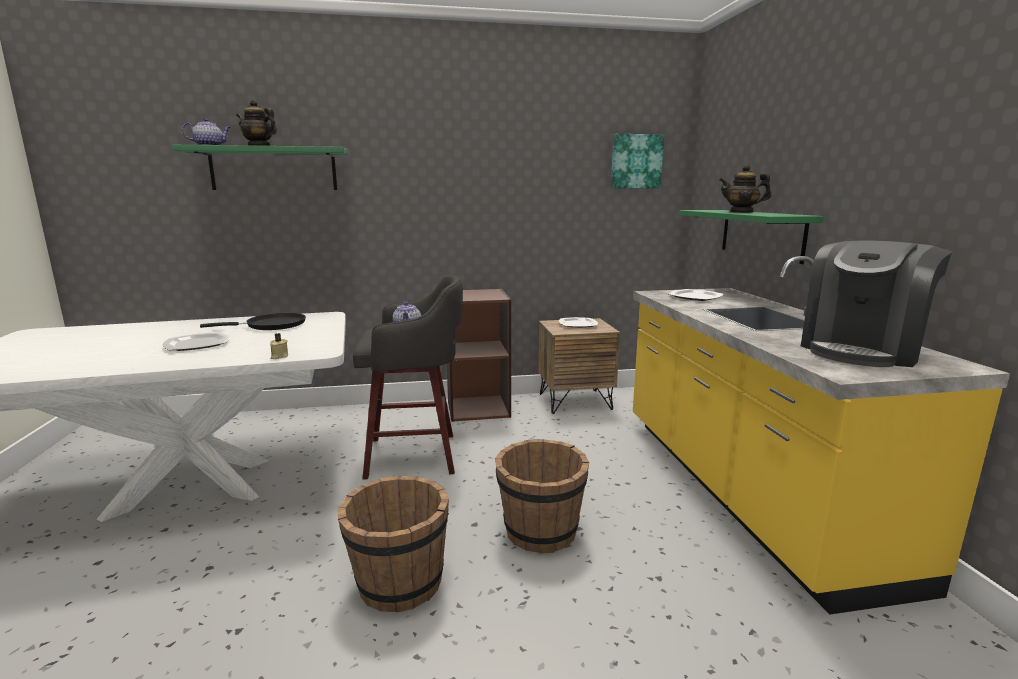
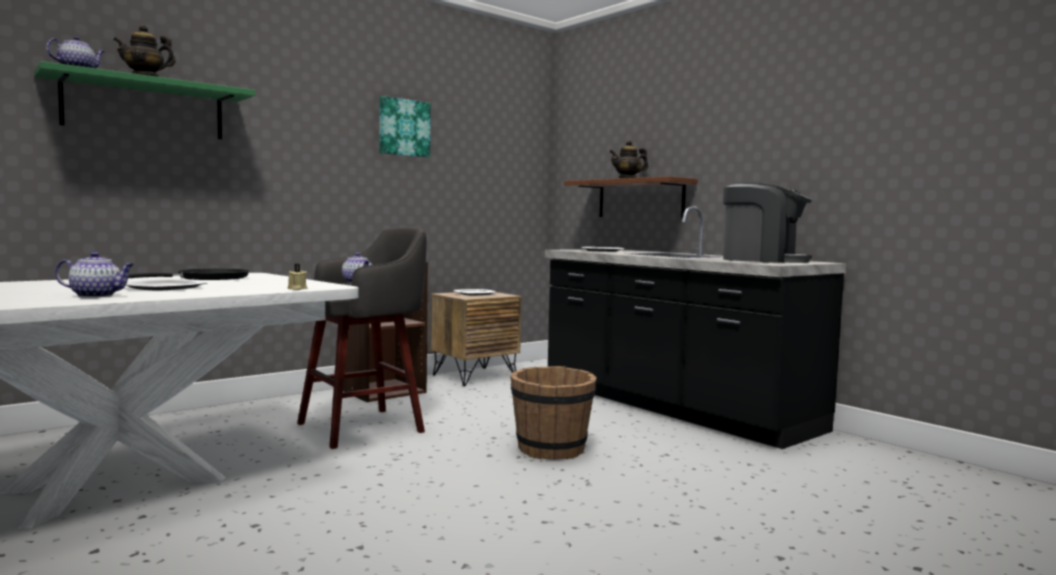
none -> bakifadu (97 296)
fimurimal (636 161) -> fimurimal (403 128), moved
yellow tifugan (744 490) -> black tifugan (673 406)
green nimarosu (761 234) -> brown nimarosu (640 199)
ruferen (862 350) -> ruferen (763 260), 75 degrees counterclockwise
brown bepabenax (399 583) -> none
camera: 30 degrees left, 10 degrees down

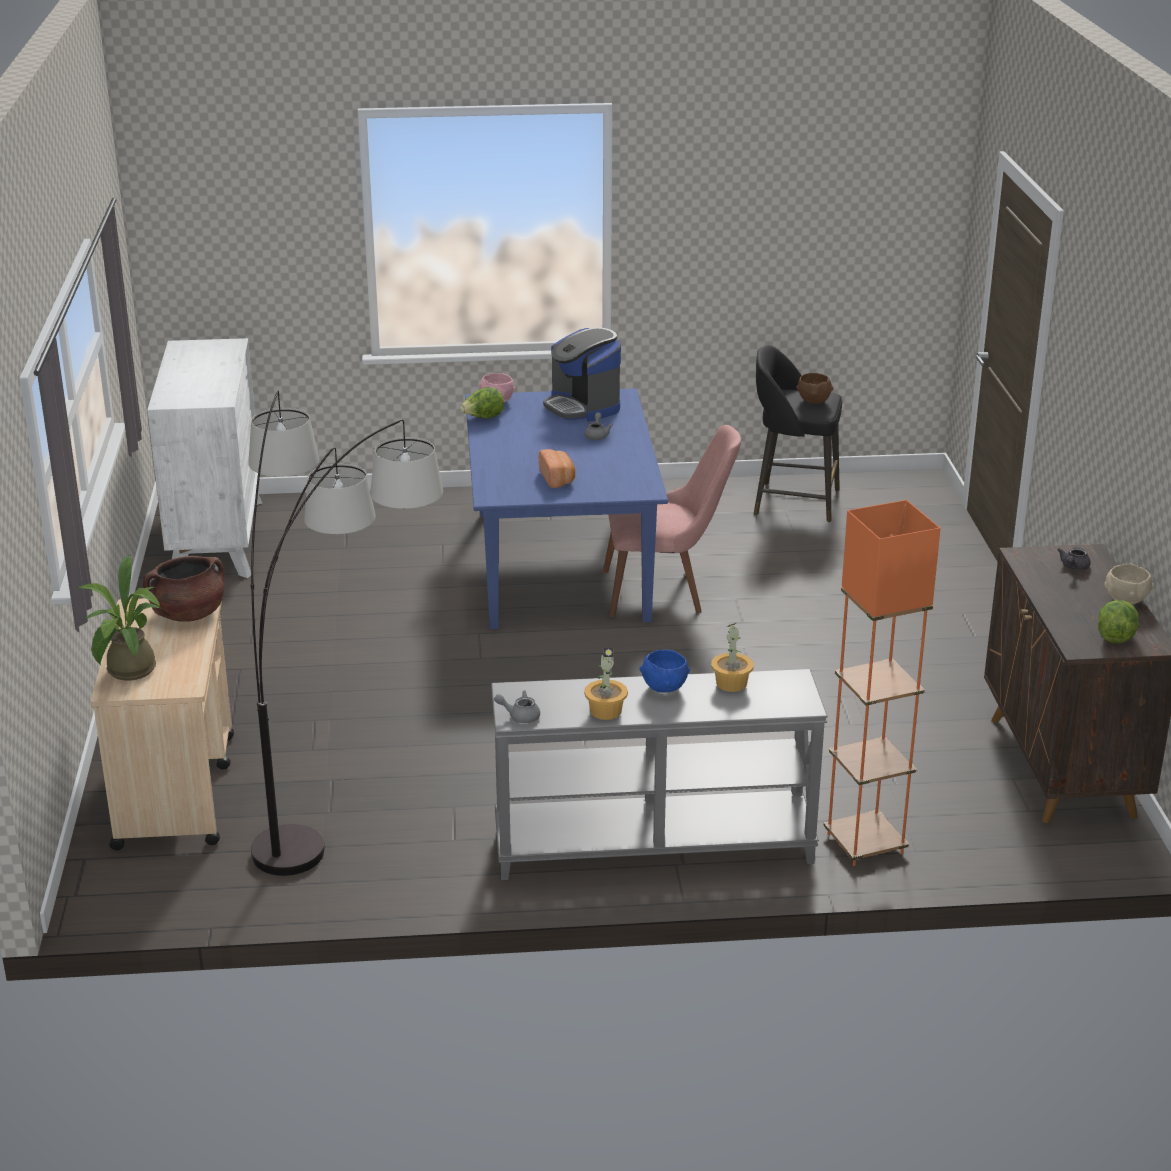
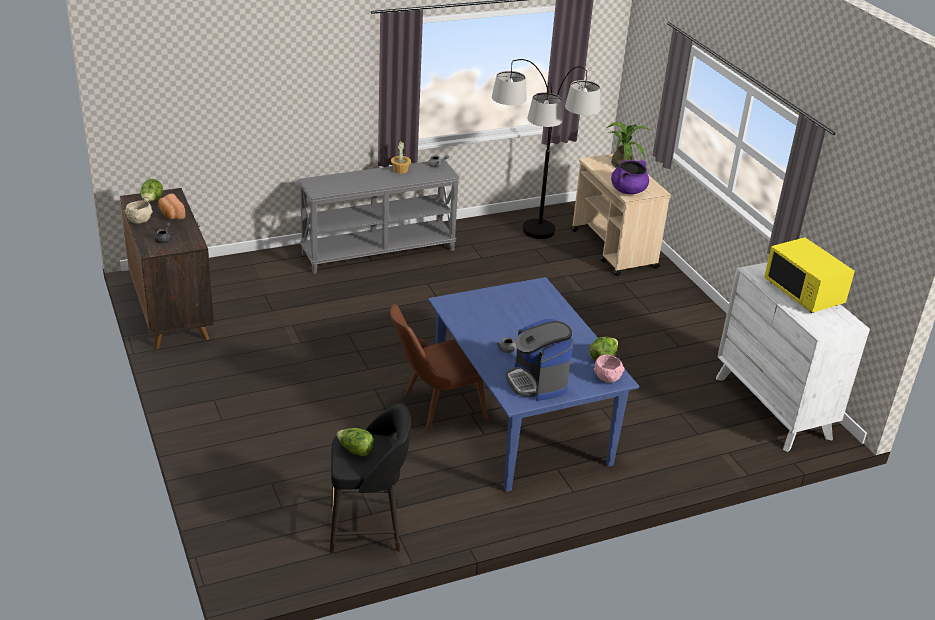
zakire (558 479) -> zakire (171 215), moved
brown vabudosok (813 401) -> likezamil (355 451)
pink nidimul (667 591) -> brown nidimul (435 408)
ruferen (583 407) -> ruferen (537 382), 150 degrees counterclockwise
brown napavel (188 614) -> purple napavel (628 190)
none -> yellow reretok (804 293)
blue vabudosok (664 688) -> none
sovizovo (731 684) -> none
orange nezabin (865 844) -> none
camera: 160 degrees right, 5 degrees up

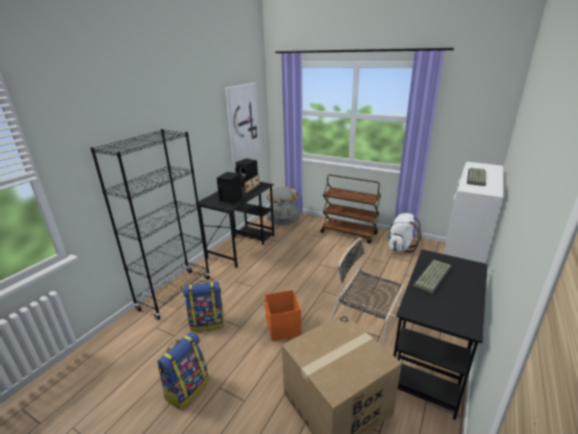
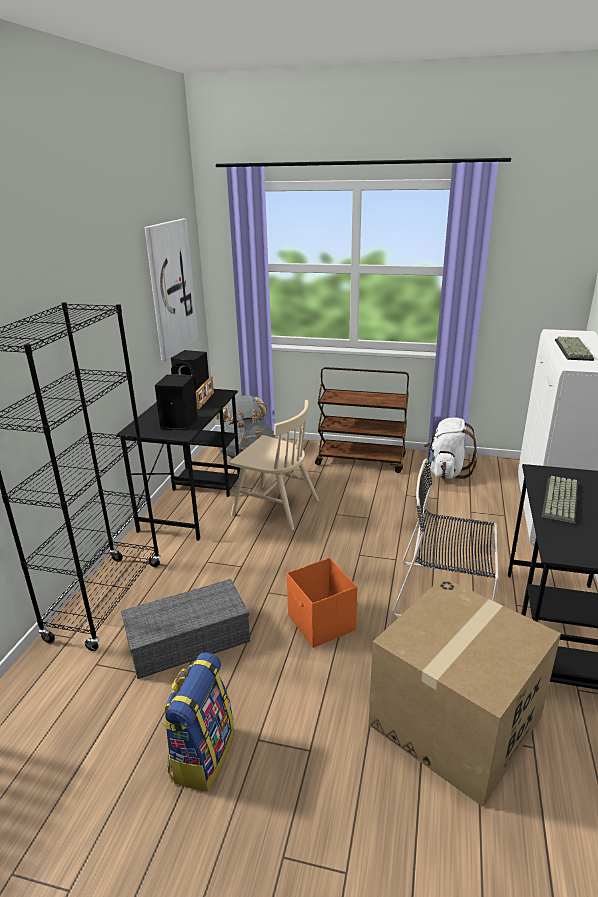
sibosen (208 323) -> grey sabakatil (189 639)
none -> beige nidimul (275 507)
camera: 15 degrees left, 0 degrees up

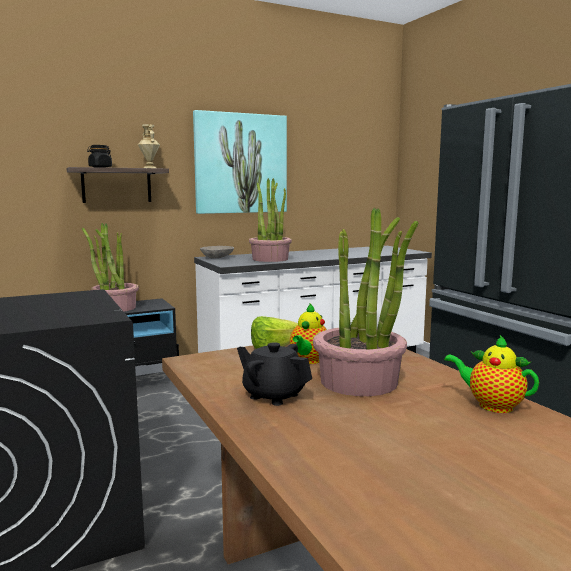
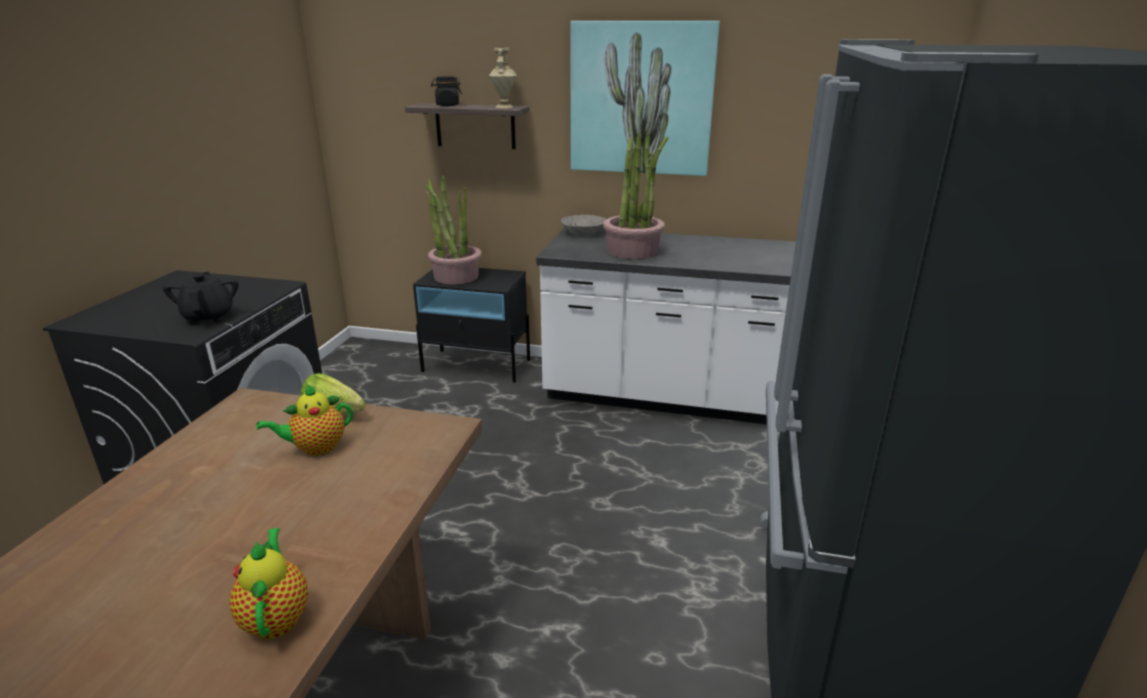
black bakifadu (273 395) -> black bakifadu (209 317), moved
sovizovo (359 382) -> none
camera: 40 degrees right, 15 degrees up

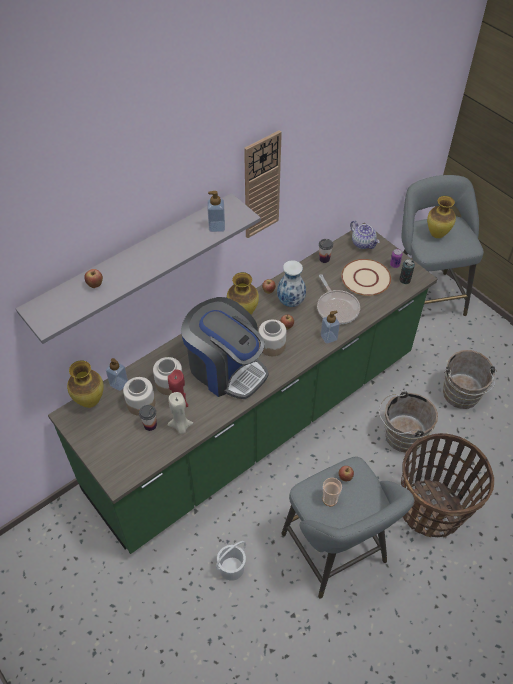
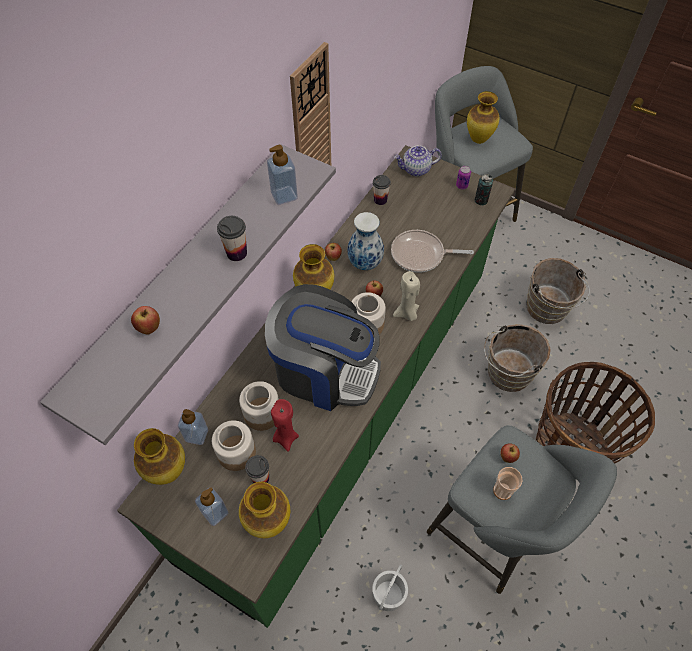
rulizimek (328 337) -> rulizimek (215 513), moved
none -> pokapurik (236 253)
none -> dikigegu (267 523)
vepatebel (336 307) -> vepatebel (421 255), 135 degrees clockwise
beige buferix (180 426) -> beige buferix (407 313), moved
bakifadu (363 243) -> bakifadu (416 169), 135 degrees clockwise
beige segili (365 278) -> none
camera: 20 degrees left, 5 degrees up

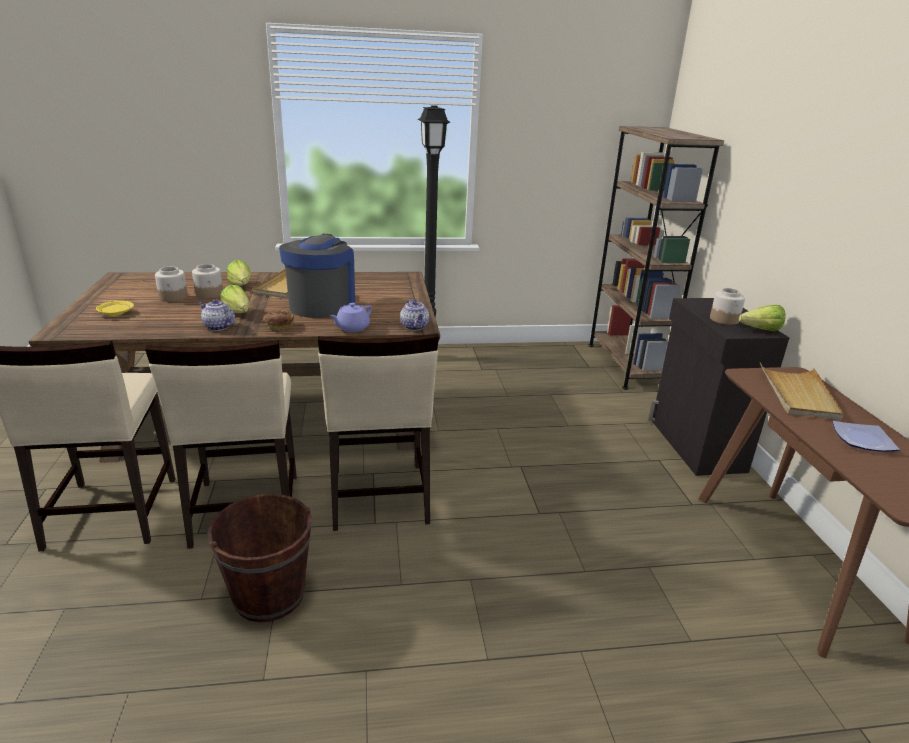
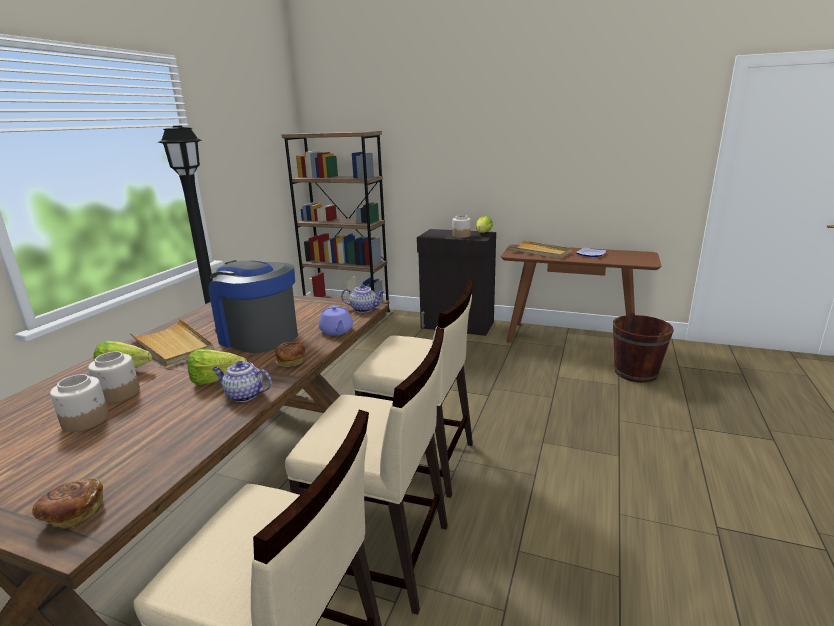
none -> zakire (73 514)
bakifadu (218 327) -> bakifadu (244 395), 45 degrees clockwise
brown bepabenax (269 595) -> brown bepabenax (635 373), moved
yellow segili (115 313) -> none
camera: 60 degrees left, 5 degrees down

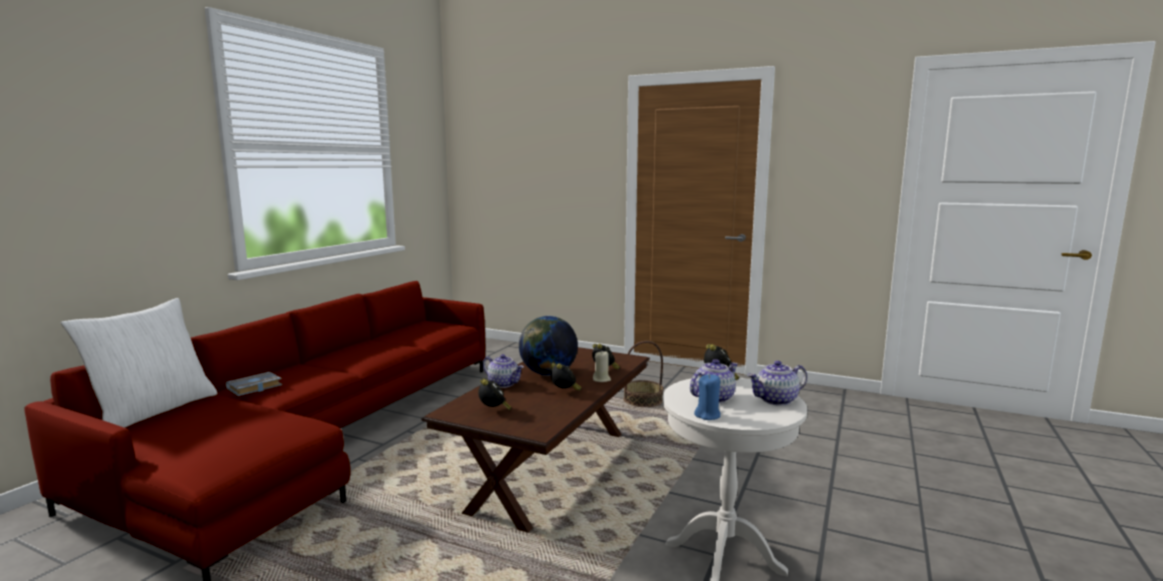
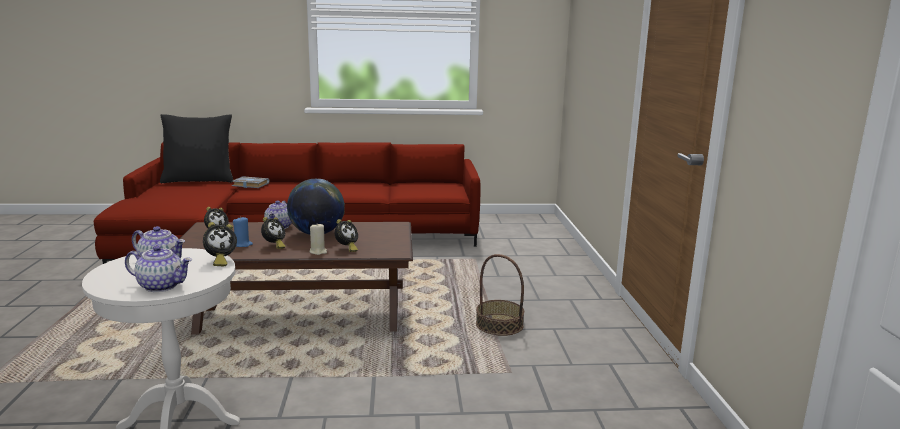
bakifadu (776 400) -> bakifadu (162 286), 150 degrees clockwise
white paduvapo (153 411) -> black paduvapo (199 180)
blue buferix (707 415) -> blue buferix (242 244), moved
camera: 60 degrees right, 5 degrees up

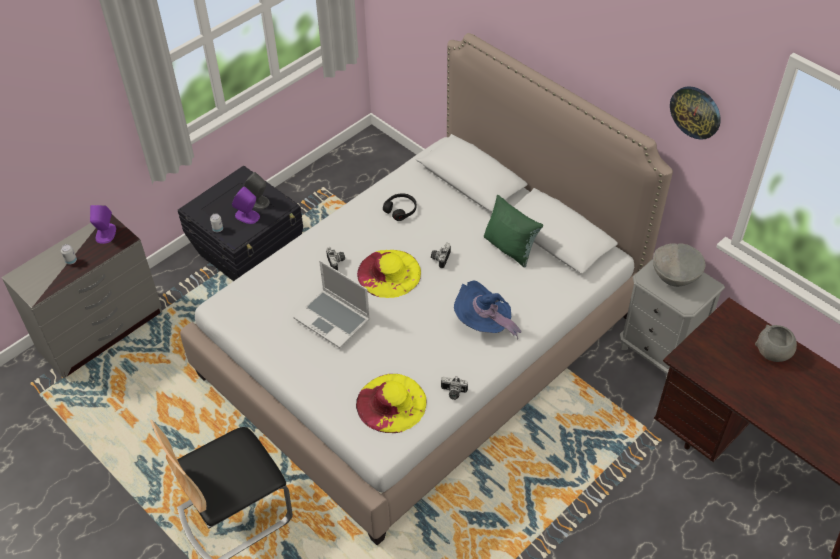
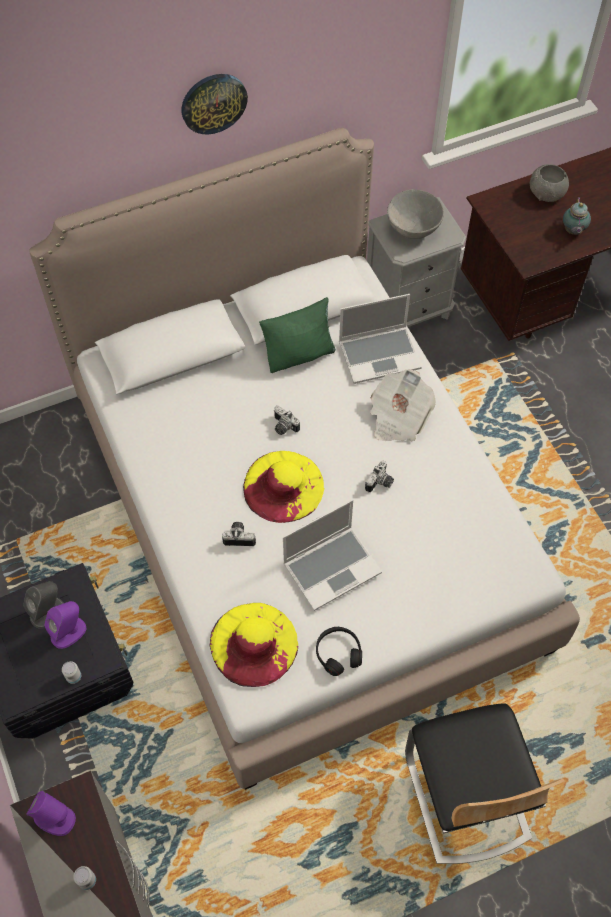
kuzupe (696 112) -> kuzupe (213 103), moved
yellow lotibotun (391 403) -> yellow lotibotun (253 644), moved
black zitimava (400 210) -> black zitimava (338 653), moved
none -> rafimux (380 354)
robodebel (453 393) -> robodebel (380 483), moved
blue lotibotun (484 323) -> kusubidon (398 417)
none -> bakifadu (573 231)
camera: 70 degrees left, 10 degrees up

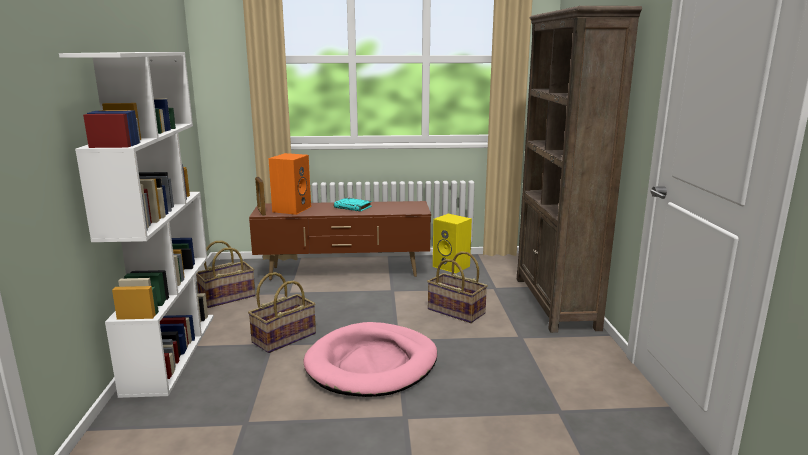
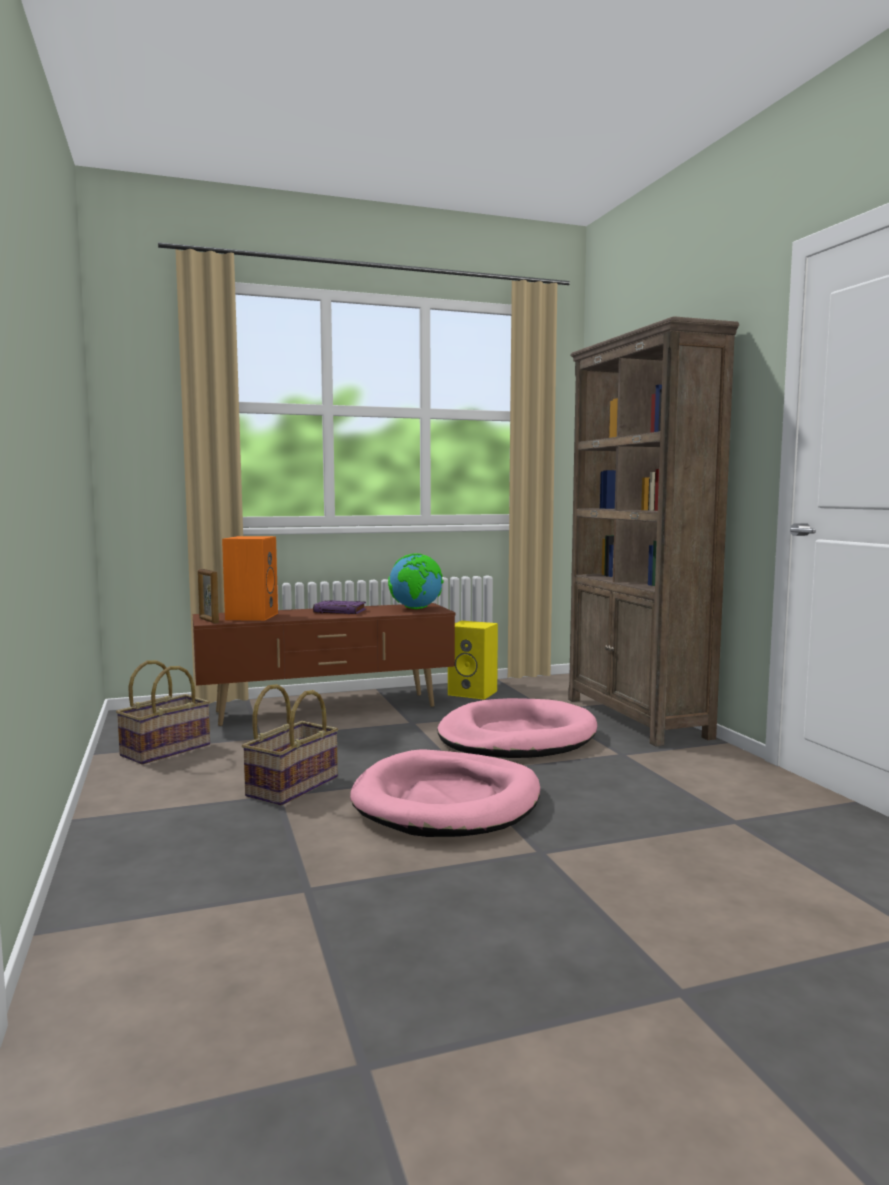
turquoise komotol (353 207) -> purple komotol (340 611)
none -> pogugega (416 609)
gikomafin (455 311) -> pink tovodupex (516 737)
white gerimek (171 351) -> none
camera: 15 degrees left, 10 degrees down

